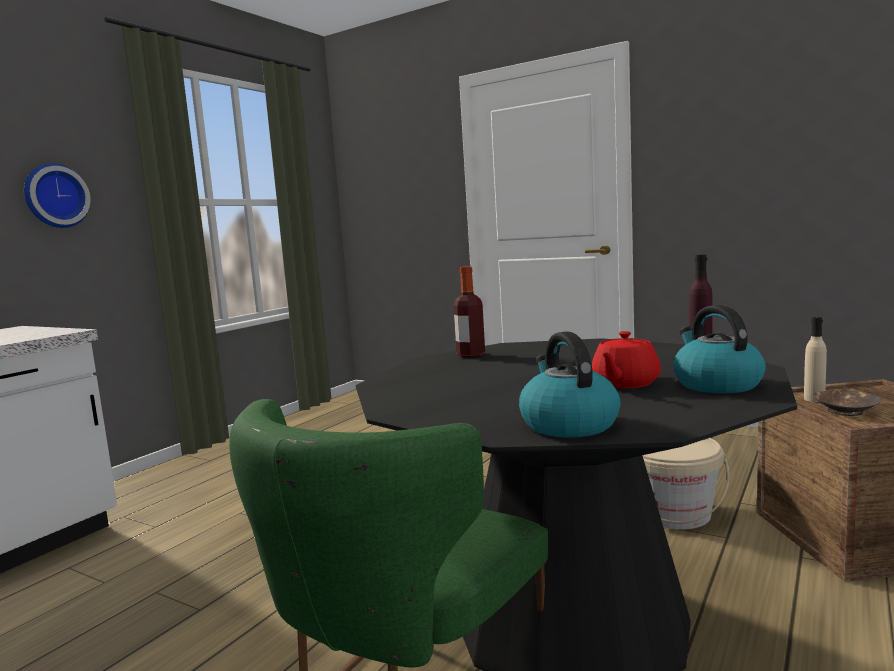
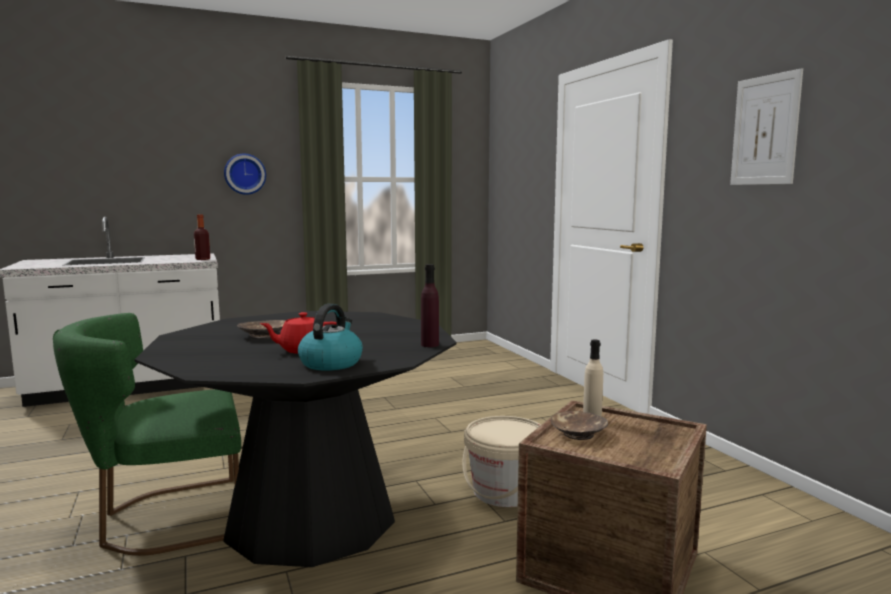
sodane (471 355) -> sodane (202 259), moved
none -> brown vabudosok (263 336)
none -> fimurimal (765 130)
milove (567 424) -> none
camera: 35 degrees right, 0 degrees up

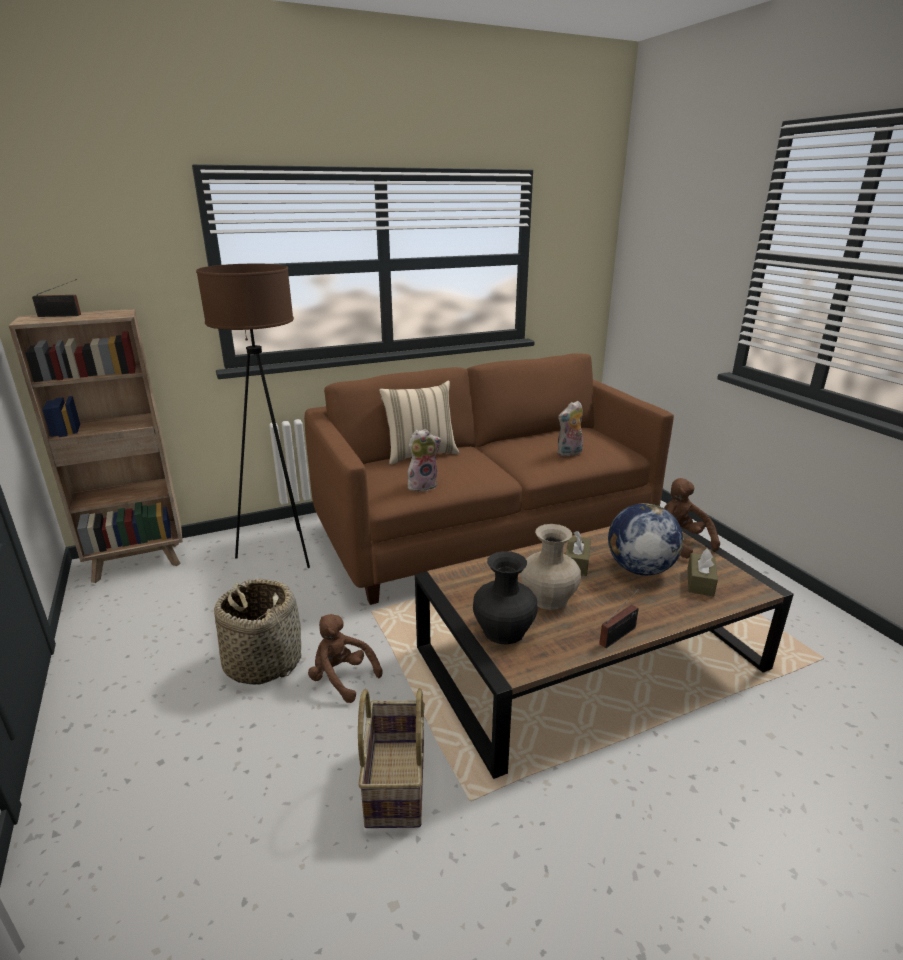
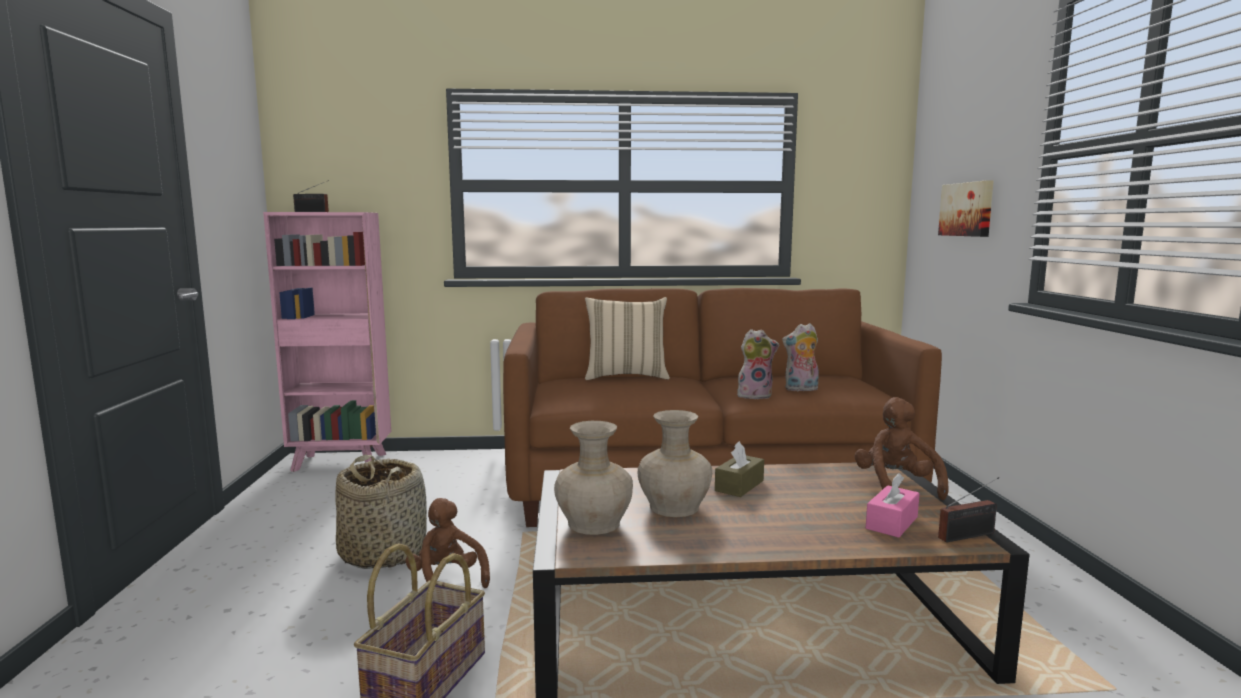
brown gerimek (139 562) -> pink gerimek (341 462)
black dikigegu (504 630) -> beige dikigegu (595 523)
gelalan (422 485) -> gelalan (755 395), moved
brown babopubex (700 582) -> pink babopubex (892 523)
none -> fimurimal (967 209)
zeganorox (620 635) -> zeganorox (969 535), moved
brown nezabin (281 551) -> none
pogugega (639 569) -> none
camera: 20 degrees right, 15 degrees down

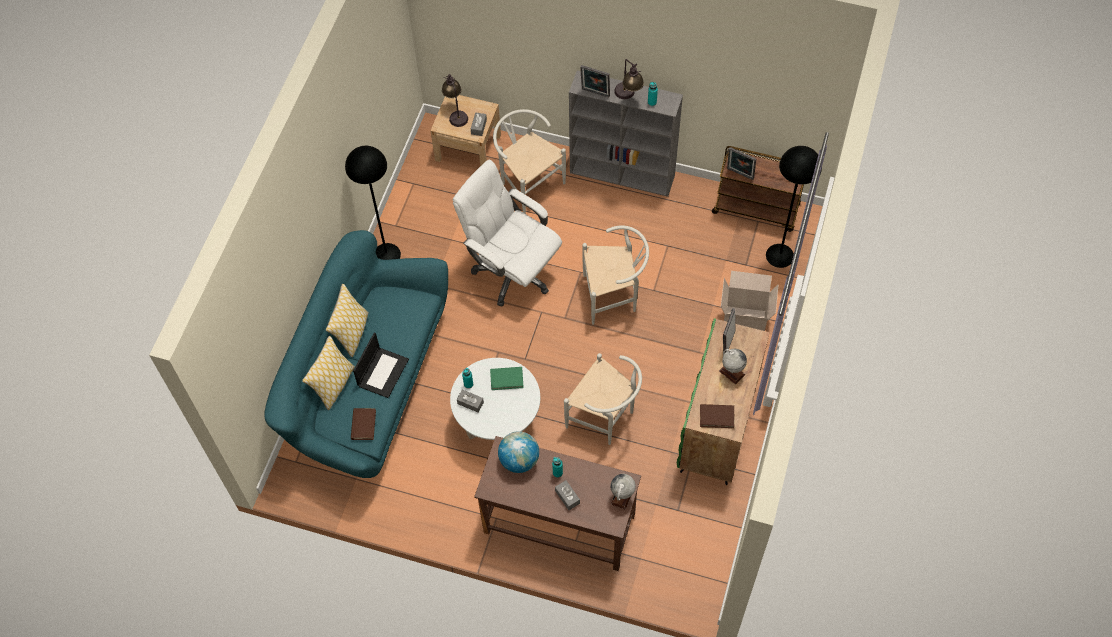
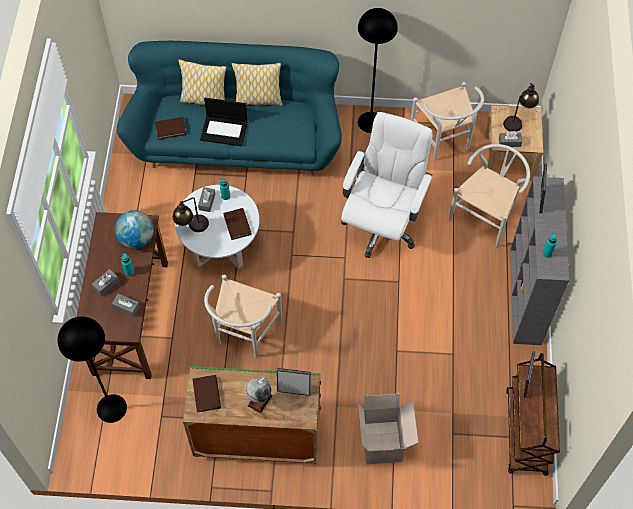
black nezabin (780 255) -> black nezabin (111 408), moved
none -> grey babopubex (126 307)
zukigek (628 97) -> zukigek (192 228), moved
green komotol (506 379) -> brown komotol (237 225)
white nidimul (614 296) -> white nidimul (444 142), moved
pogugega (622 497) -> none
camera: 75 degrees right, 0 degrees up

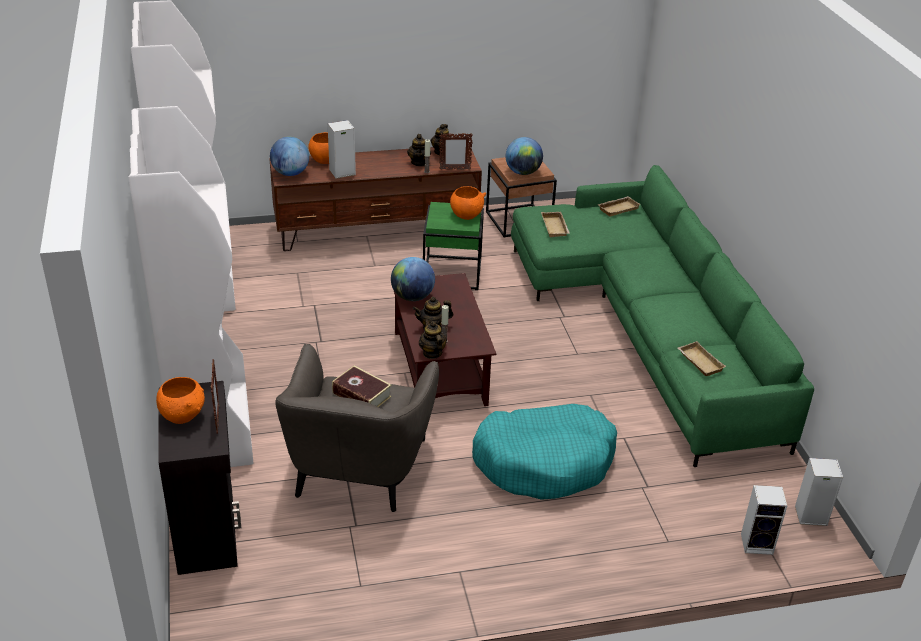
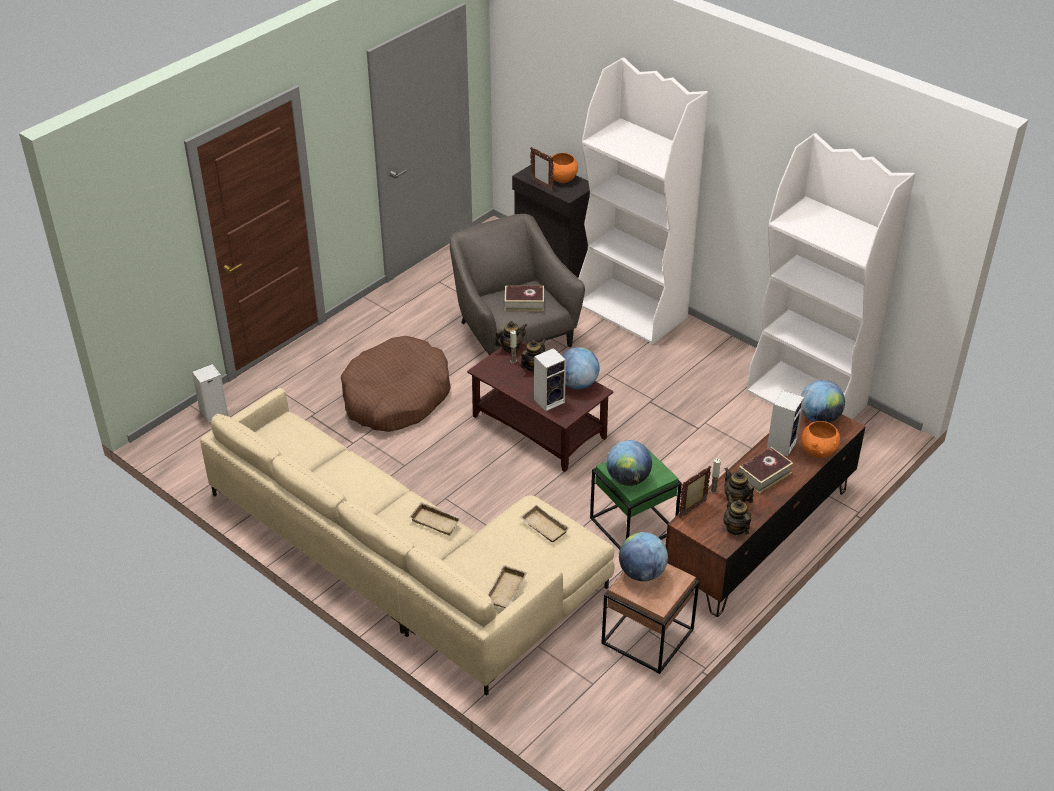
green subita (648 327) -> beige subita (406 562)
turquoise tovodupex (544 462) -> brown tovodupex (396 397)
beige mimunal (698 362) -> beige mimunal (437 521), moved
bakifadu (432 353) -> bakifadu (510 347), 60 degrees counterclockwise
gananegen (809 516) -> gananegen (550 400), moved
orange vabudosok (466 215) -> pogugega (628 479)
none -> komotol (764 474)
camera: 145 degrees right, 5 degrees up

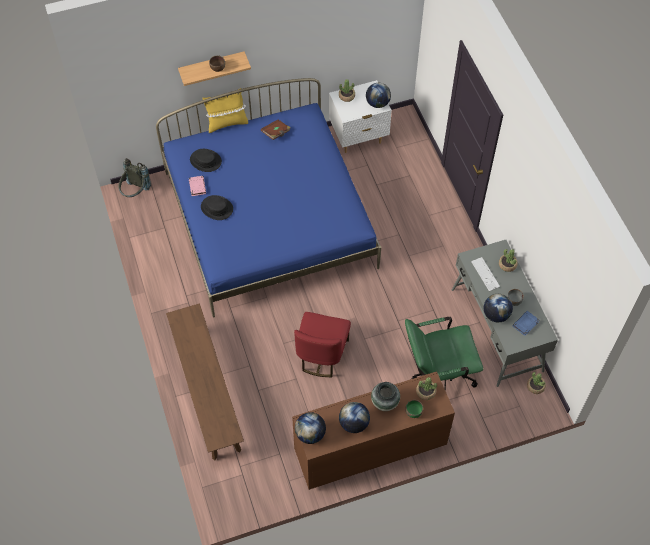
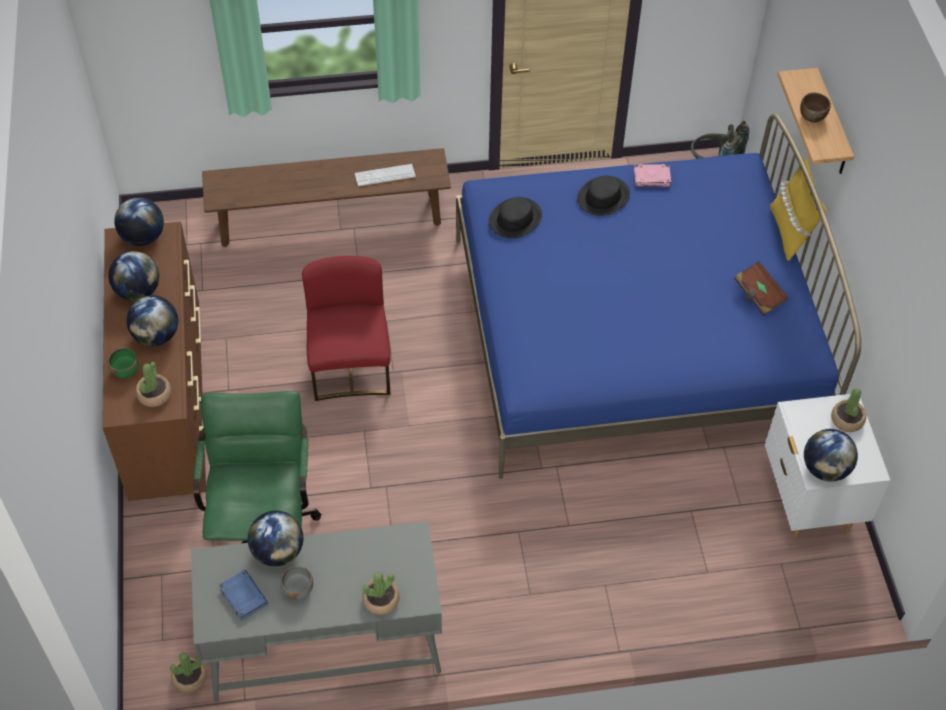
dikigegu (384 403) -> pogugega (157 336)
red nidimul (322 355) -> red nidimul (351 367), 60 degrees clockwise
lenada (485 274) -> lenada (385 175), moved
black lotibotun (205 161) -> black lotibotun (515 218), moved
camera: 100 degrees right, 5 degrees down

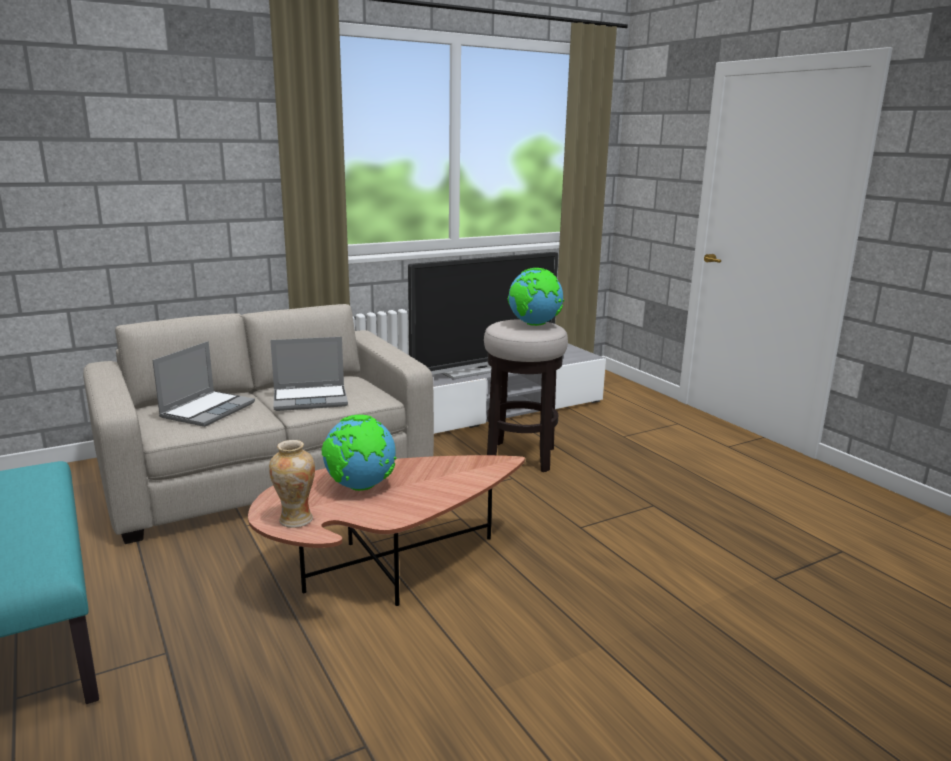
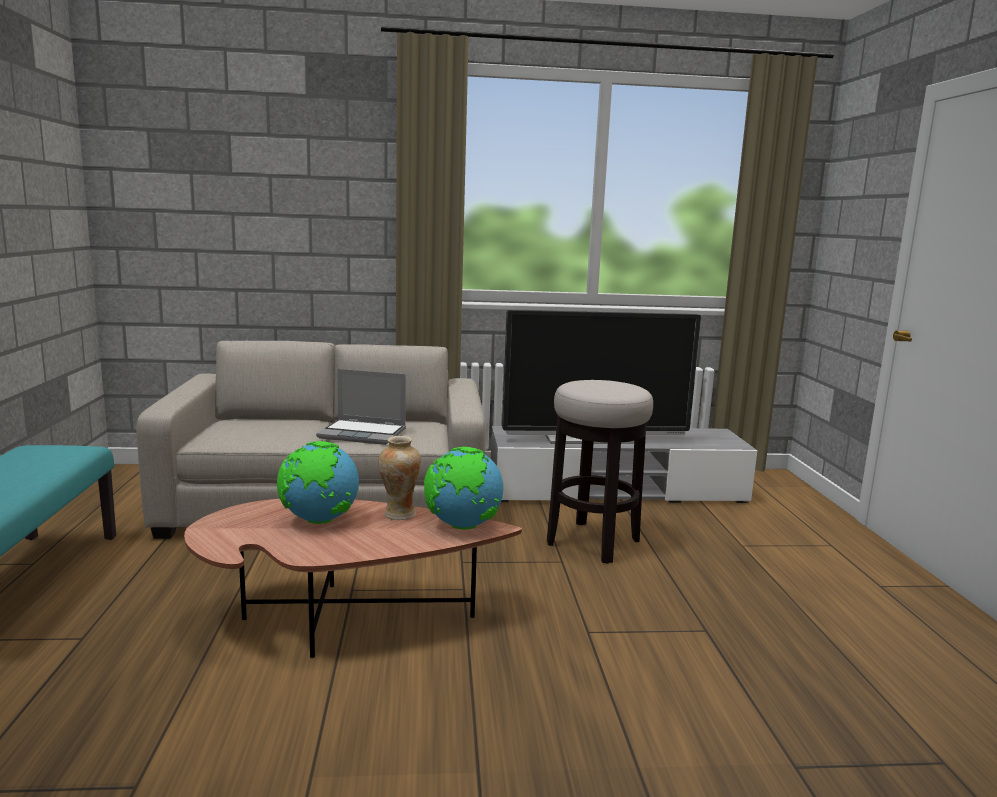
dikigegu (296 520) -> dikigegu (399 514), moved
pogugega (534 325) -> pogugega (462 526), moved
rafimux (208 410) -> none
camera: 25 degrees right, 5 degrees down

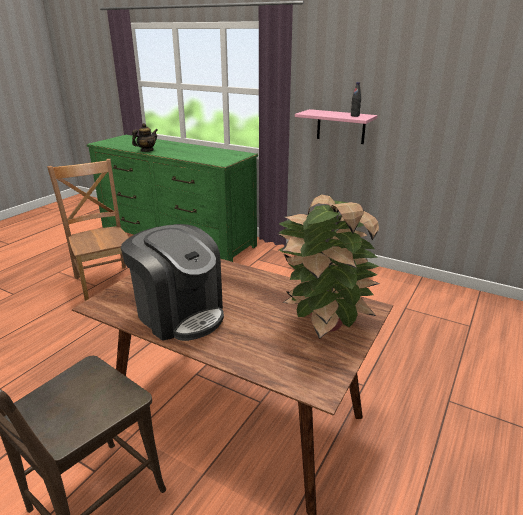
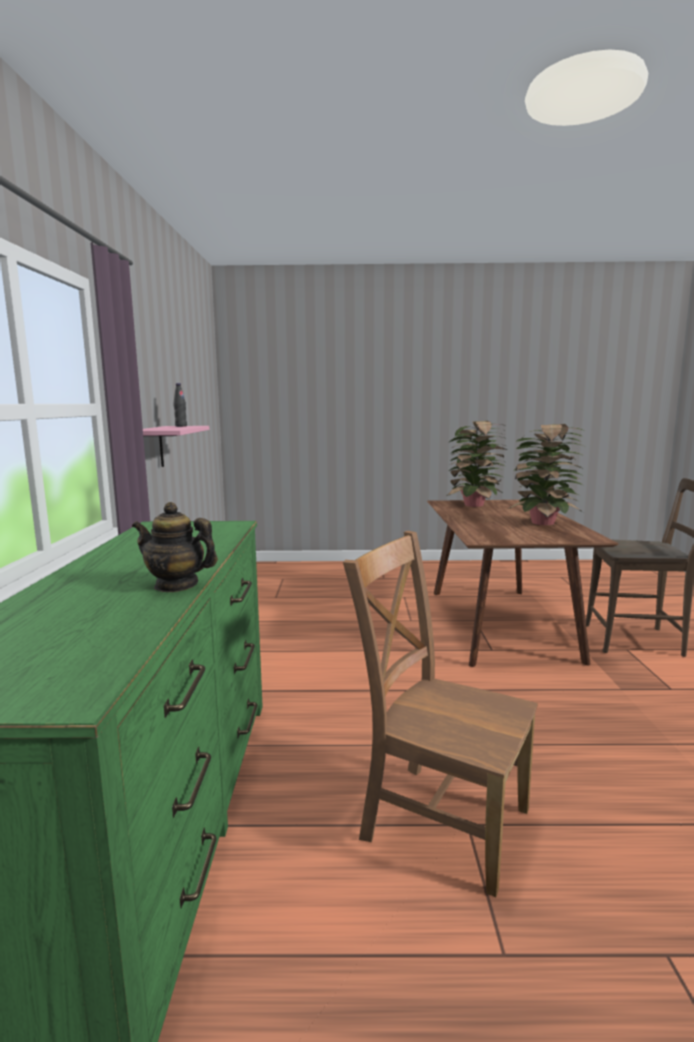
brown nidimul (106 281) -> brown nidimul (439 819), 90 degrees clockwise
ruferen (179 314) -> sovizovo (543 523)
camera: 120 degrees left, 15 degrees down

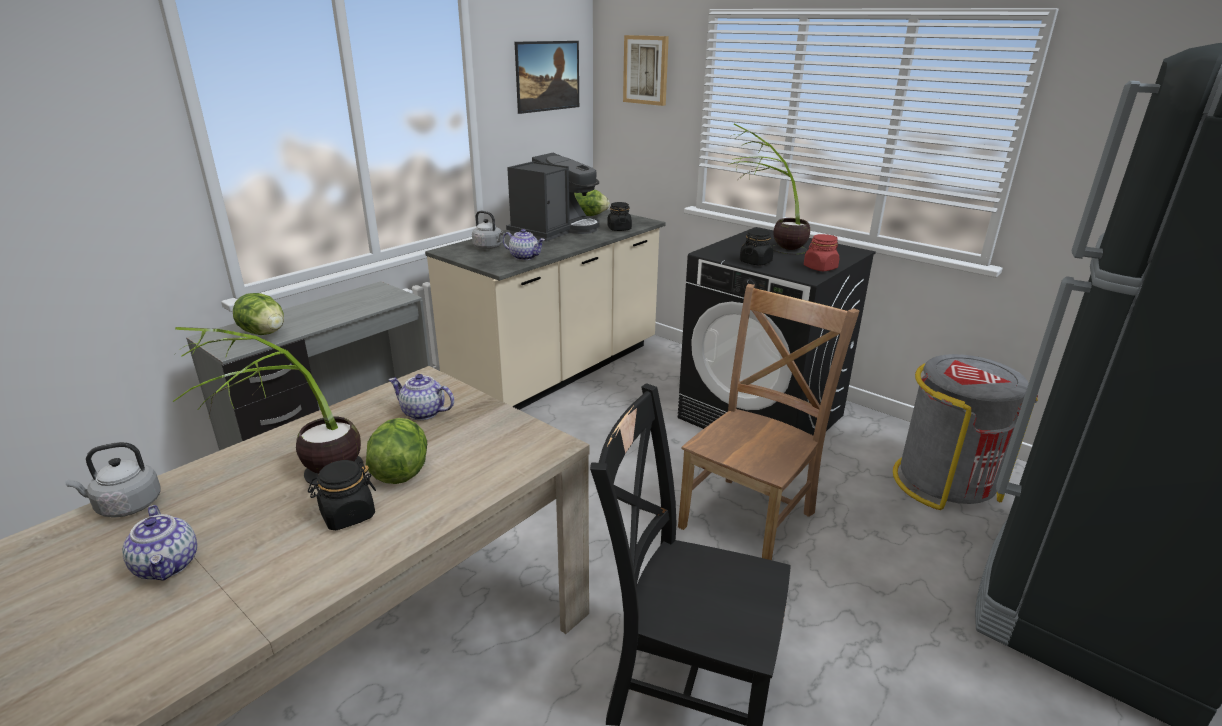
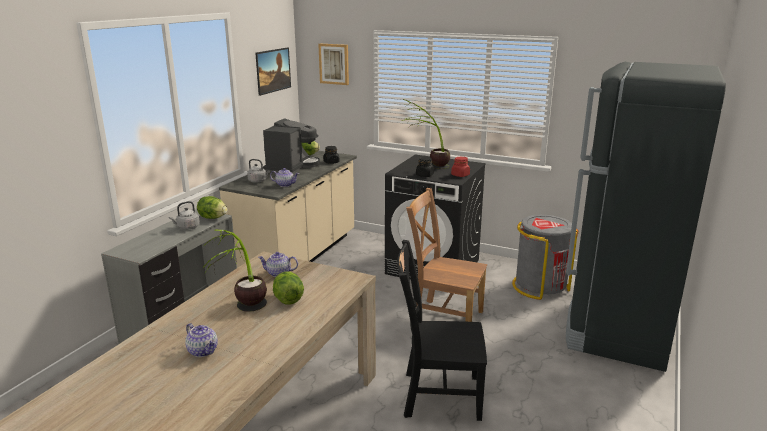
grey milove (126 506) -> grey milove (187 227), moved
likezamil (264 333) -> likezamil (213 218), moved
brown nidimul (750 516) -> brown nidimul (444 318), 90 degrees counterclockwise
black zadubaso (347 515) -> none
camera: 15 degrees left, 5 degrees down

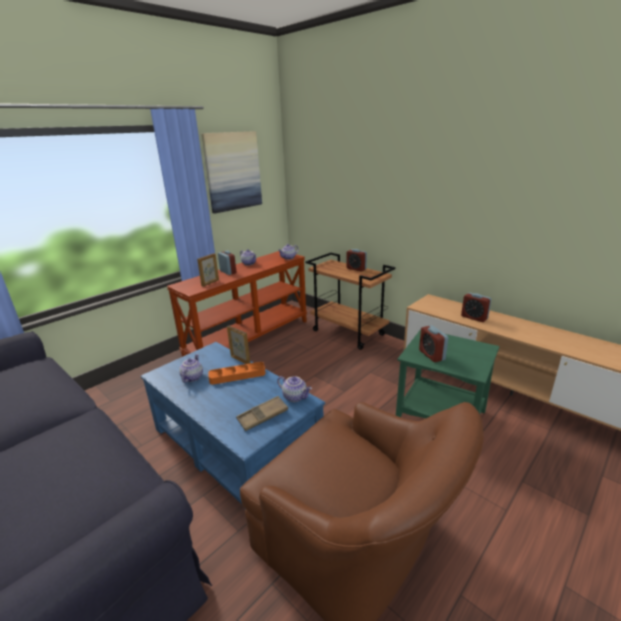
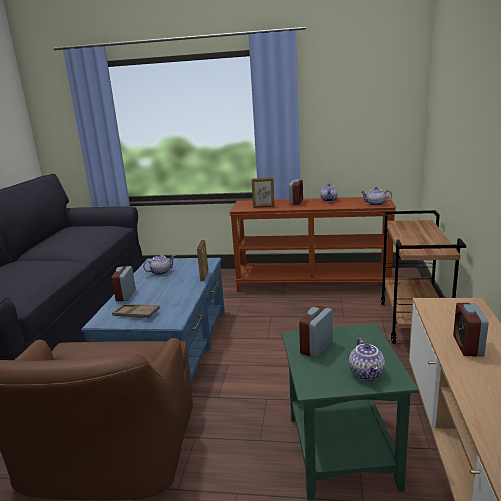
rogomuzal (356 269) -> rogomuzal (126 295), moved
bakifadu (295 397) -> bakifadu (367 374), moved
fimurimal (233 171) -> none
orange mimunal (237 375) -> none
camera: 55 degrees right, 5 degrees down

